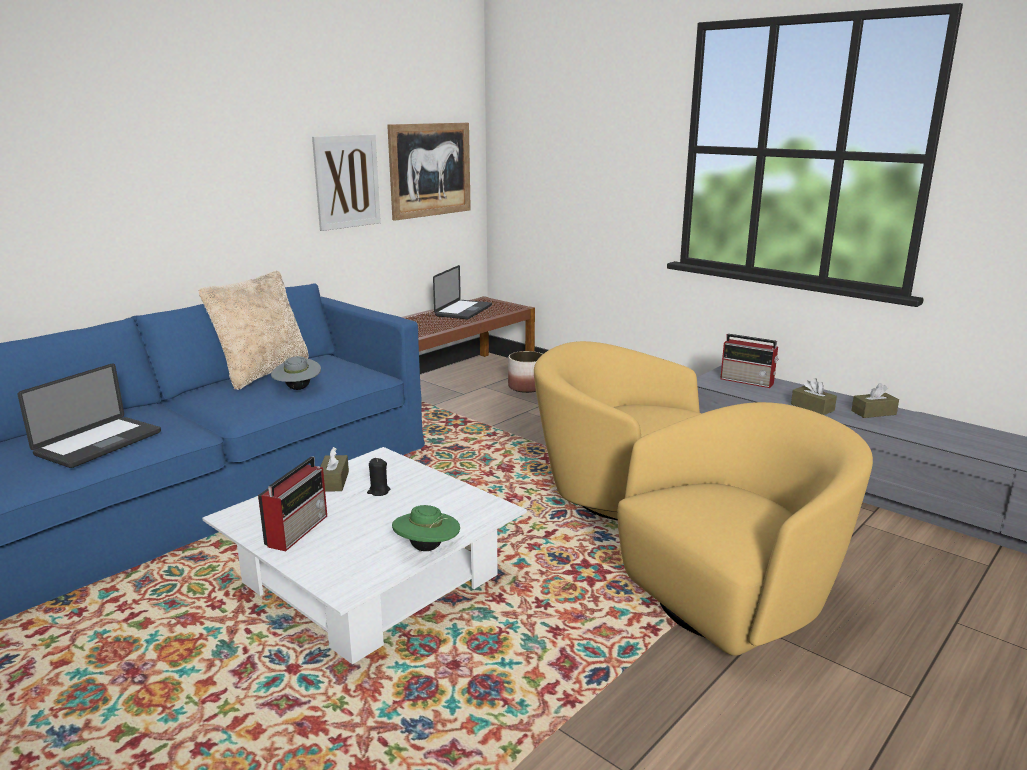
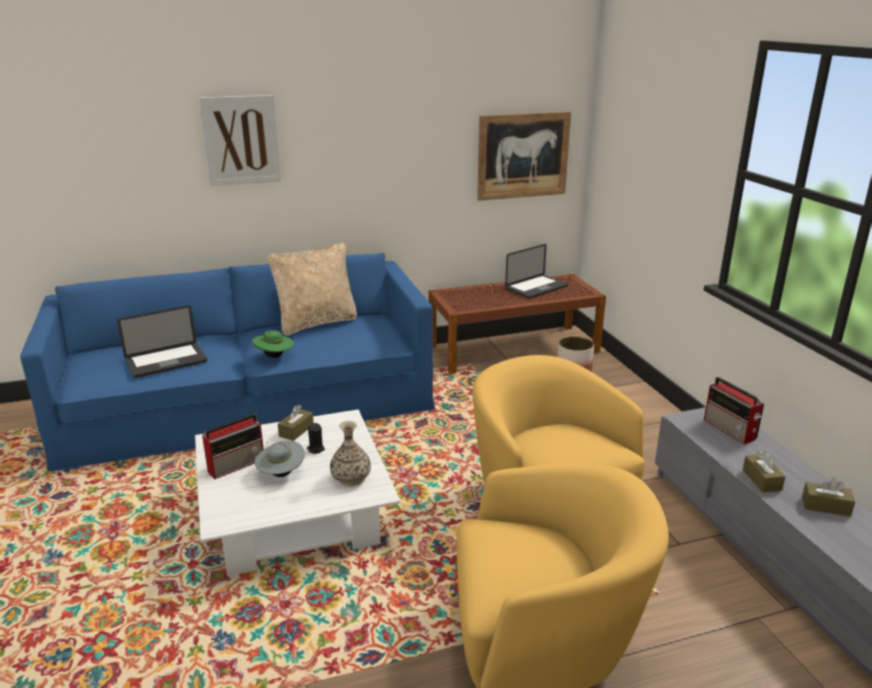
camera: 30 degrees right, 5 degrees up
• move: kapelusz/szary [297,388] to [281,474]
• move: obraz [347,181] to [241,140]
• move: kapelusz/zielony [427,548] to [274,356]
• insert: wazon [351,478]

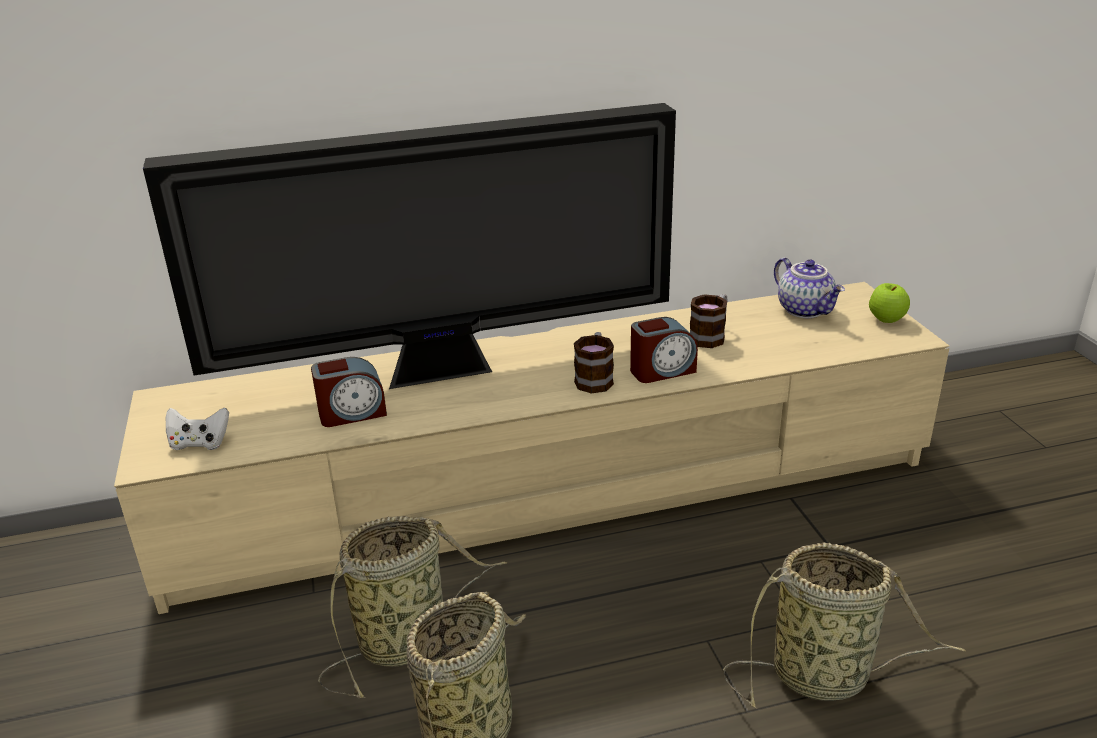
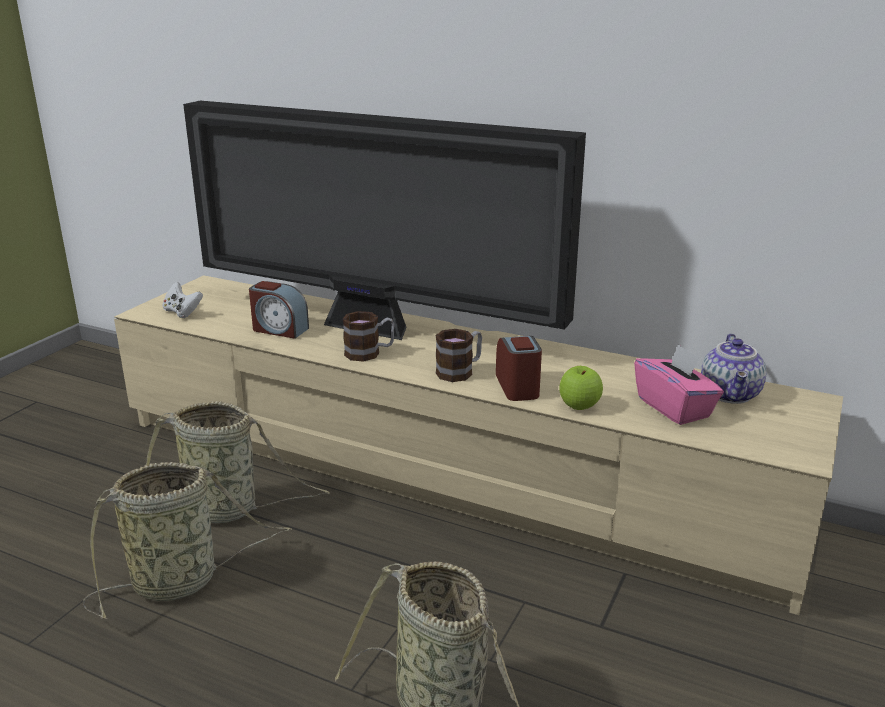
camera: 40 degrees right, 5 degrees down
• rotate: budzik [662,371] = [518,386] 120 degrees counterclockwise
• move: kubek [710,336] to [369,353]
• move: jabłko [886,320] to [579,406]
• insert: pudełko chusteczek/różowy [674,408]

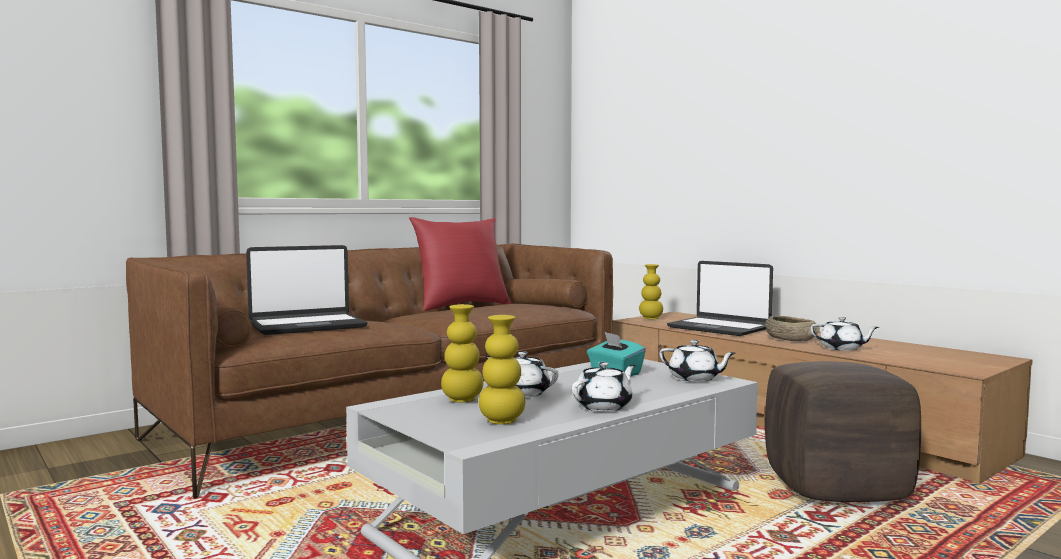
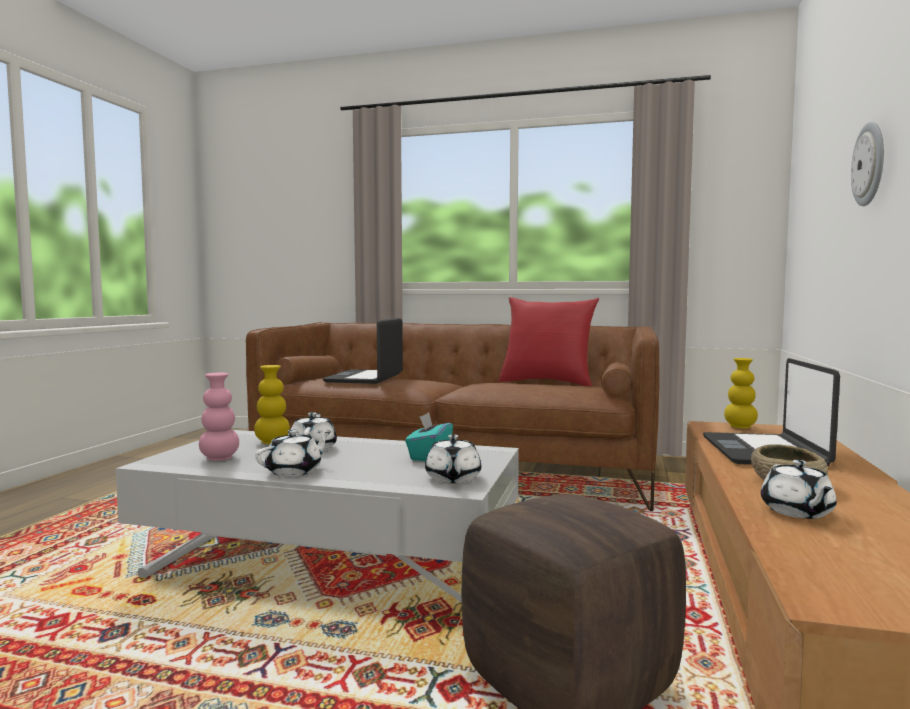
camera: 55 degrees right, 0 degrees up
• rotate: laptop [307,326] = [365,378] 75 degrees clockwise
• recolor: wazon/żółty [502,421] to wazon/różowy [219,458]
• rotate: imbryk/biały [604,406] = [295,471] 60 degrees counterclockwise
• insert: zegar ścienny [870,164]

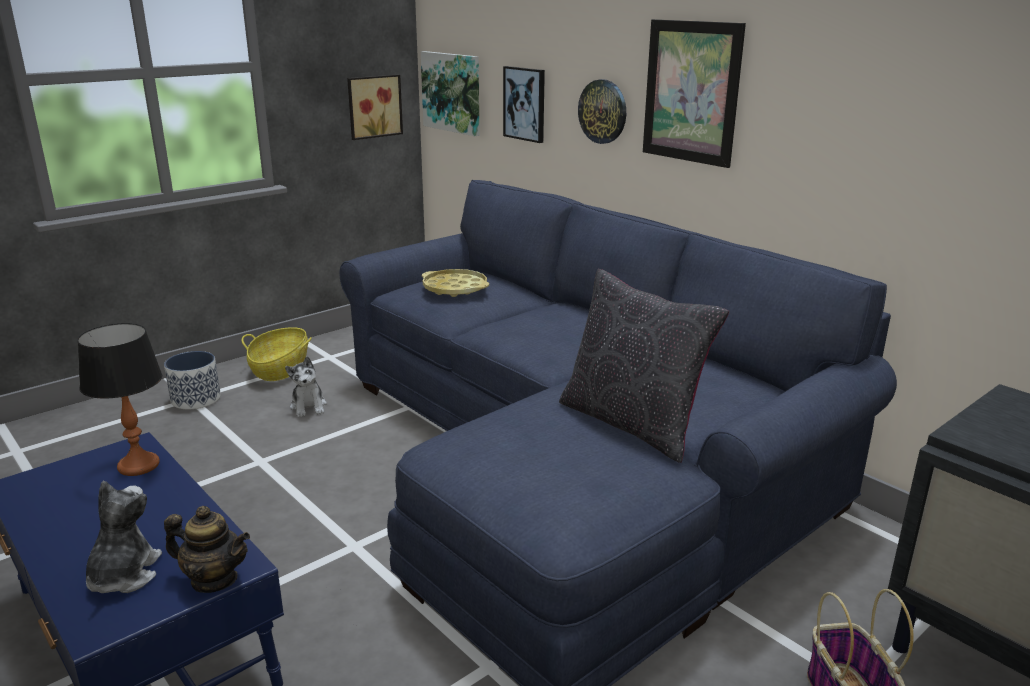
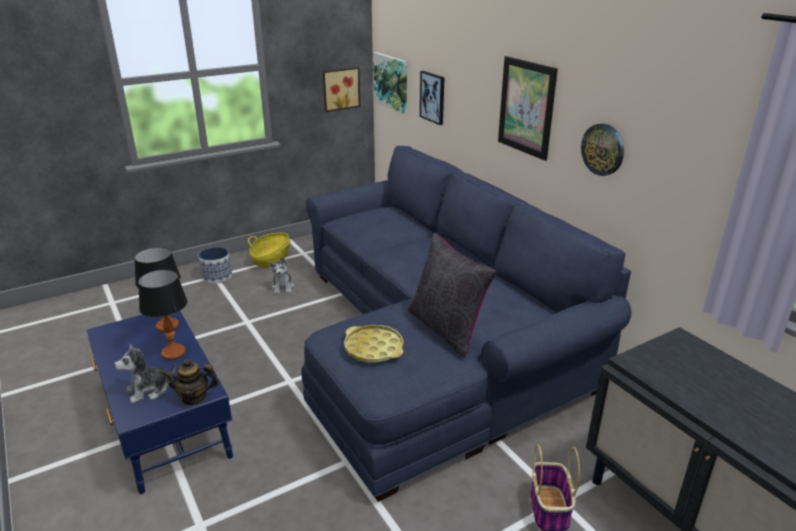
camera: 10 degrees right, 5 degrees up
• rotate: pluszak [123,575] = [149,390] 135 degrees counterclockwise
• rotate: imbryk [214,579] = [194,398] 150 degrees clockwise
• move: taca/żółty [455,288] to [373,348]
• move: zegar ścienny [603,111] to [603,149]
• insert: lampa stołowa [173,353]

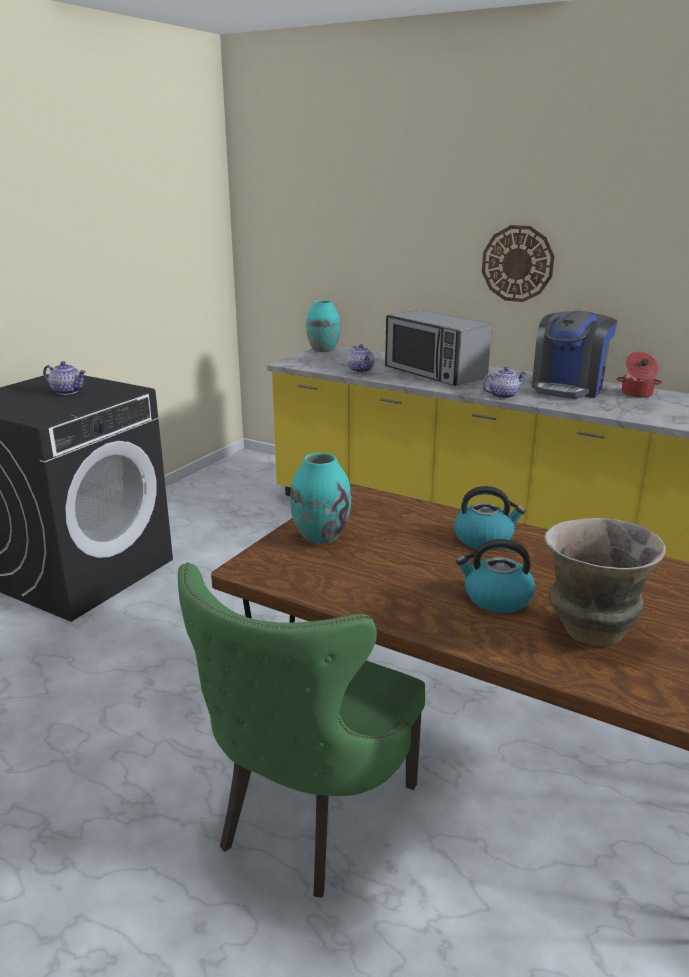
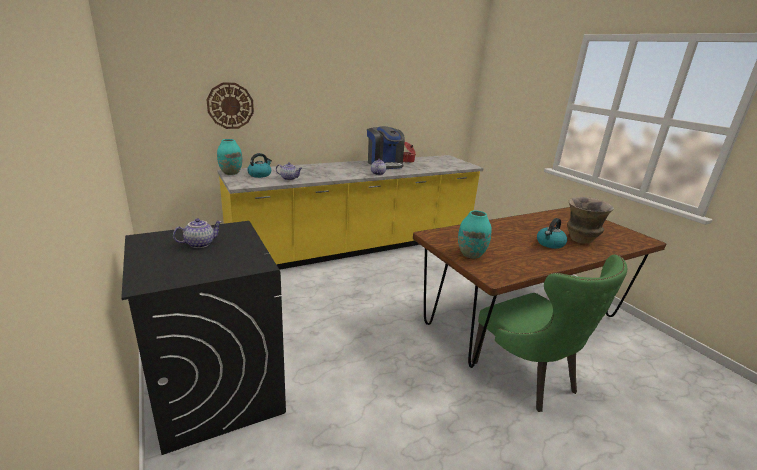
camera: 60 degrees left, 0 degrees up
• delete: mikrofalówka [434,373]
• move: czajnik [484,538] to [260,175]
• move: zegar ścienny [517,263] to [230,106]

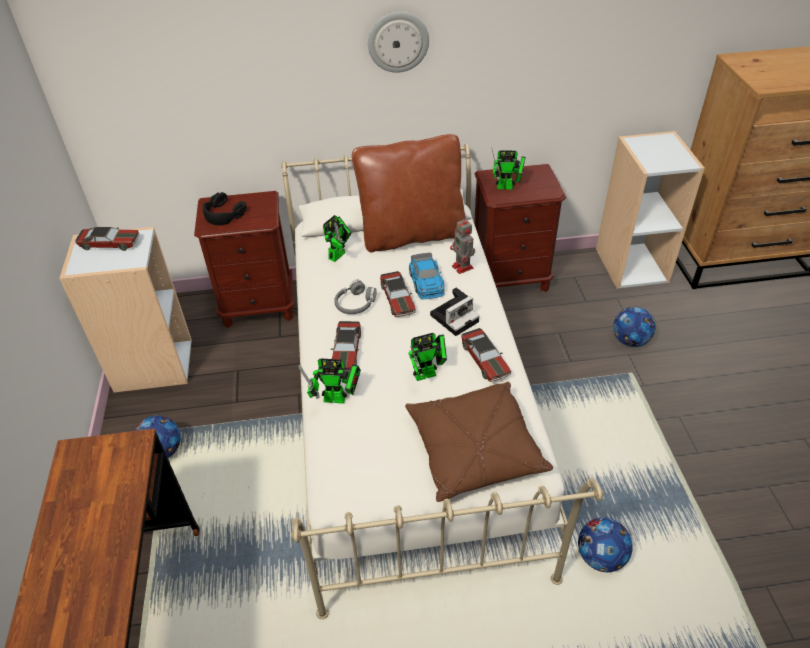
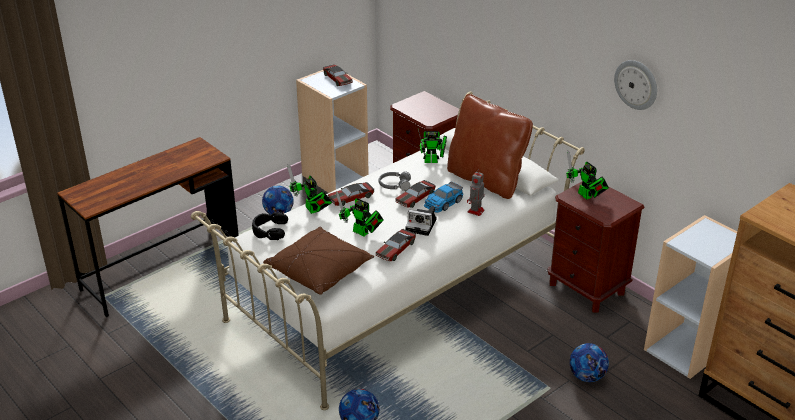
camera: 55 degrees right, 10 degrees down
• move: słuchawki/czarny [223,214] to [269,230]
• move: zegar ścienny [398,42] to [636,84]

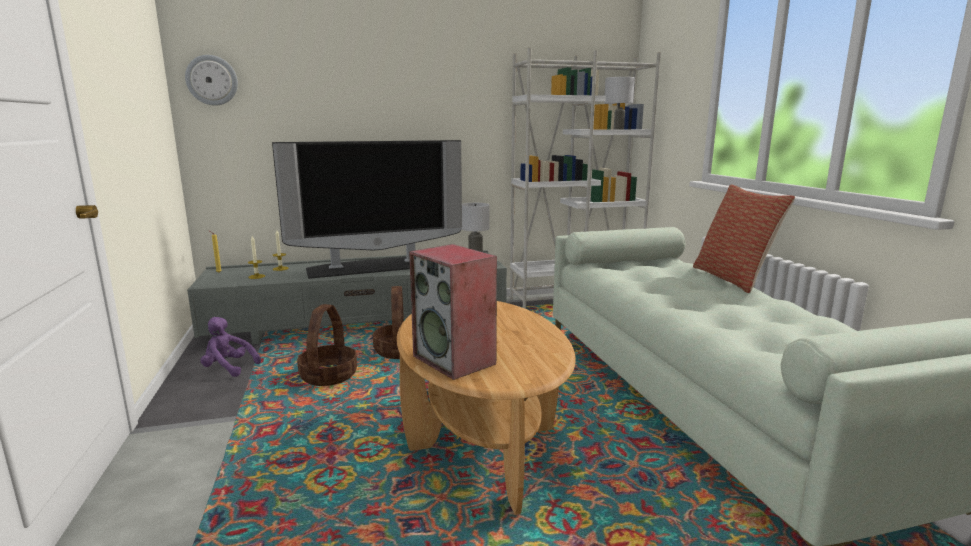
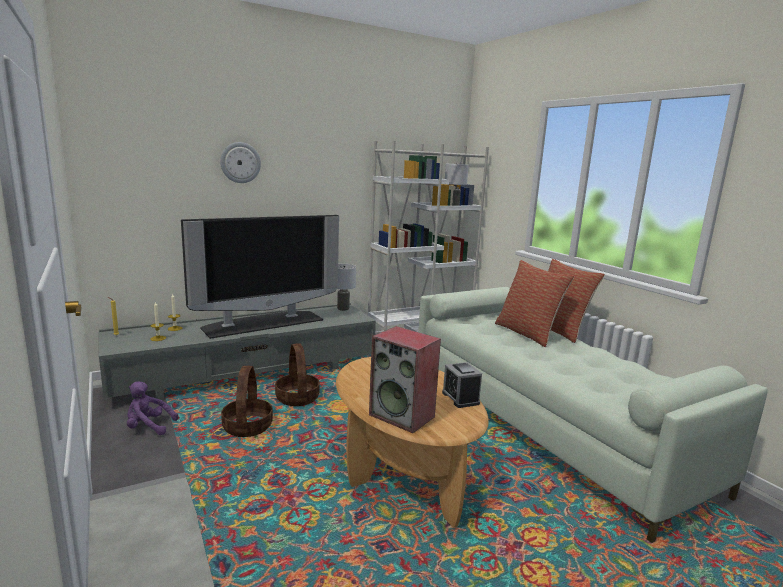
camera: 15 degrees left, 0 degrees up
• move: zegar ścienny [212,80] to [240,162]
• insert: budzik [460,398]
• insert: poduszka [527,333]

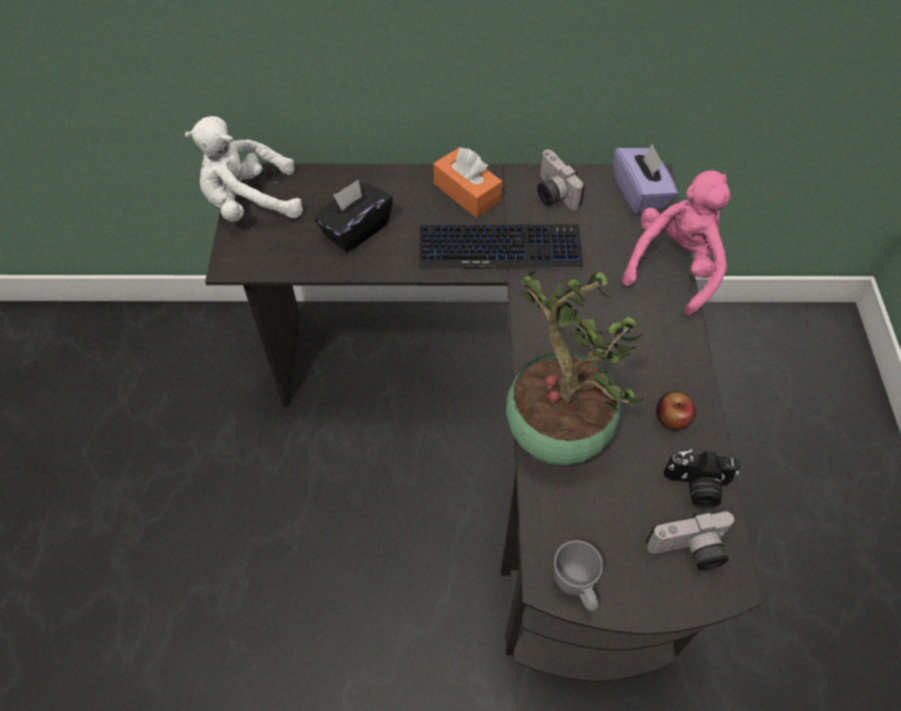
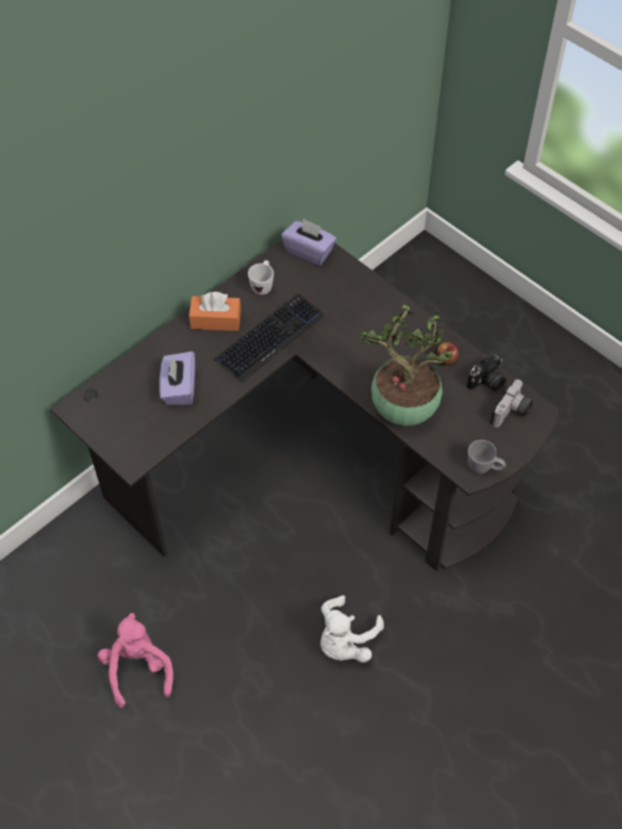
camera: 45 degrees left, 0 degrees up
• move: pluszak/biały [249,203] to [345,641]
• recolor: pudełko chusteczek/czarny [355,229] to pudełko chusteczek/fioletowy [179,389]
• replace: aparat fotograficzny [552,193] to kubek/biały [263,286]
• move: pluszak/różowy [674,267] to [138,668]

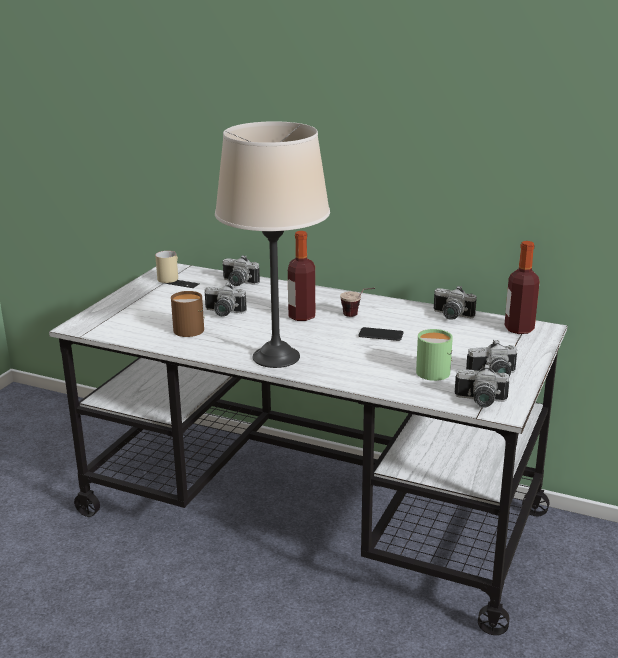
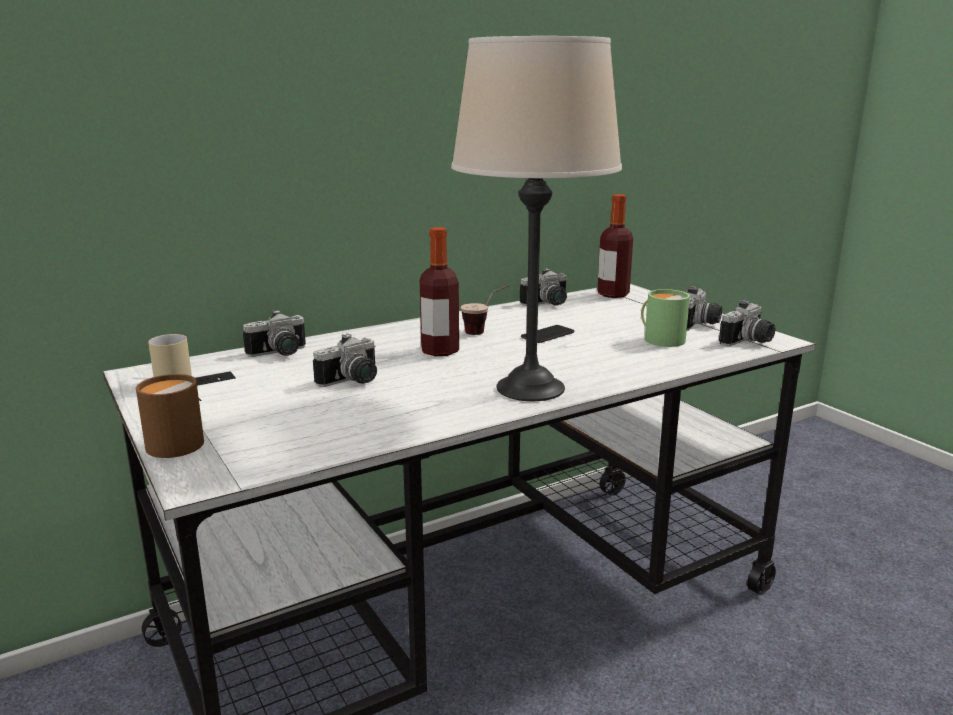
camera: 55 degrees left, 5 degrees down
• move: kubek/brązowy [189,328] to [171,443]

